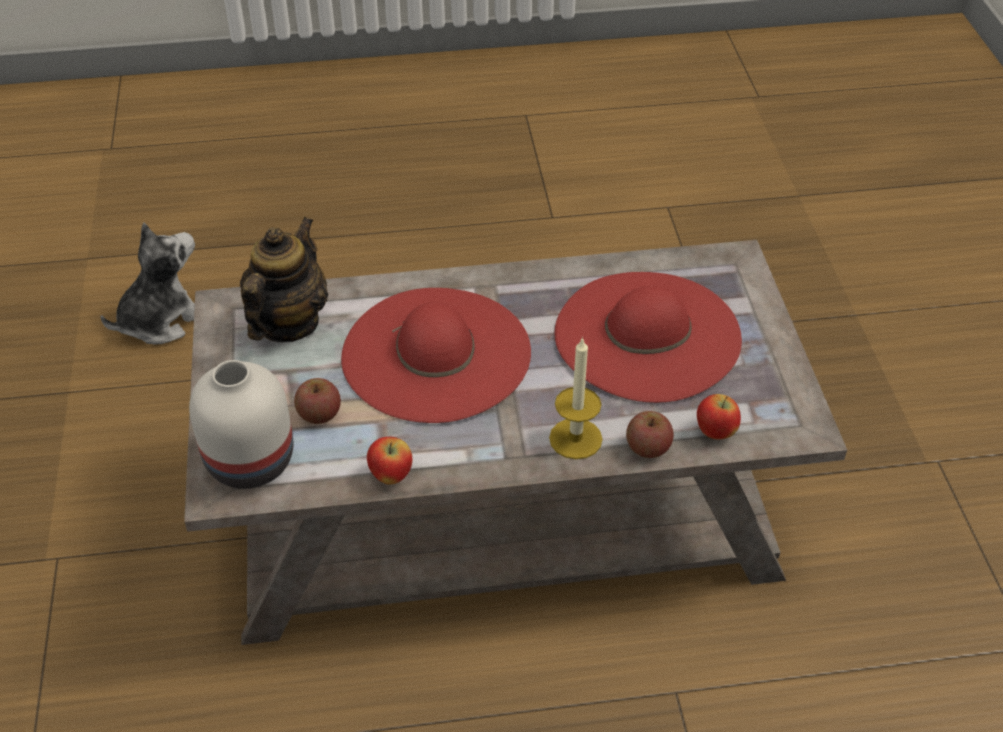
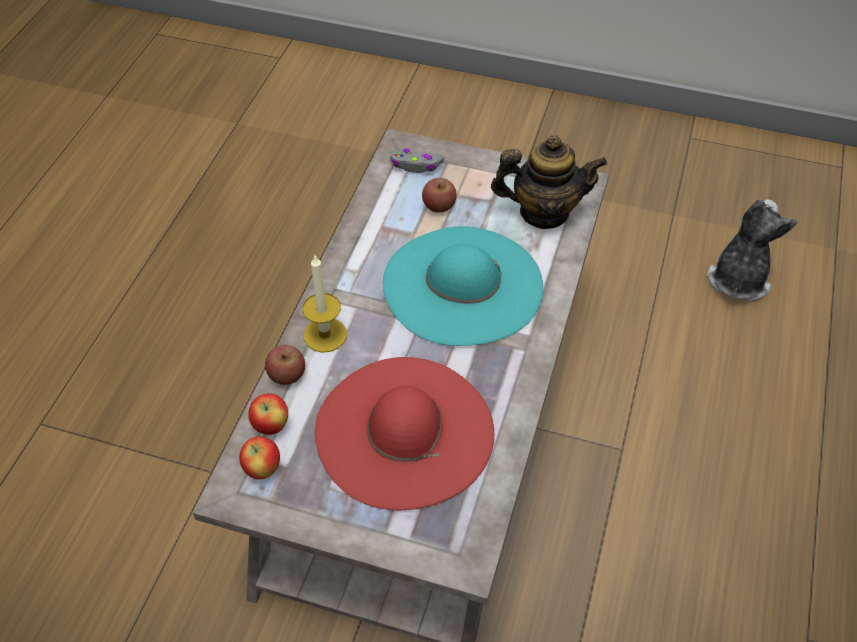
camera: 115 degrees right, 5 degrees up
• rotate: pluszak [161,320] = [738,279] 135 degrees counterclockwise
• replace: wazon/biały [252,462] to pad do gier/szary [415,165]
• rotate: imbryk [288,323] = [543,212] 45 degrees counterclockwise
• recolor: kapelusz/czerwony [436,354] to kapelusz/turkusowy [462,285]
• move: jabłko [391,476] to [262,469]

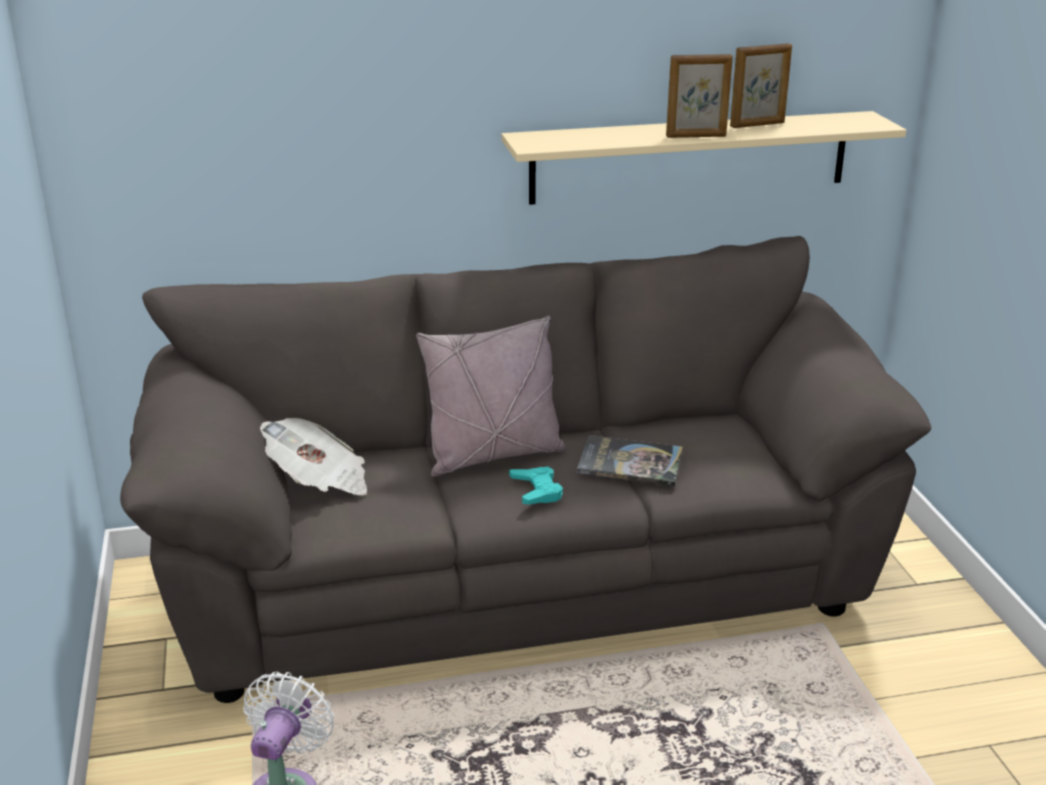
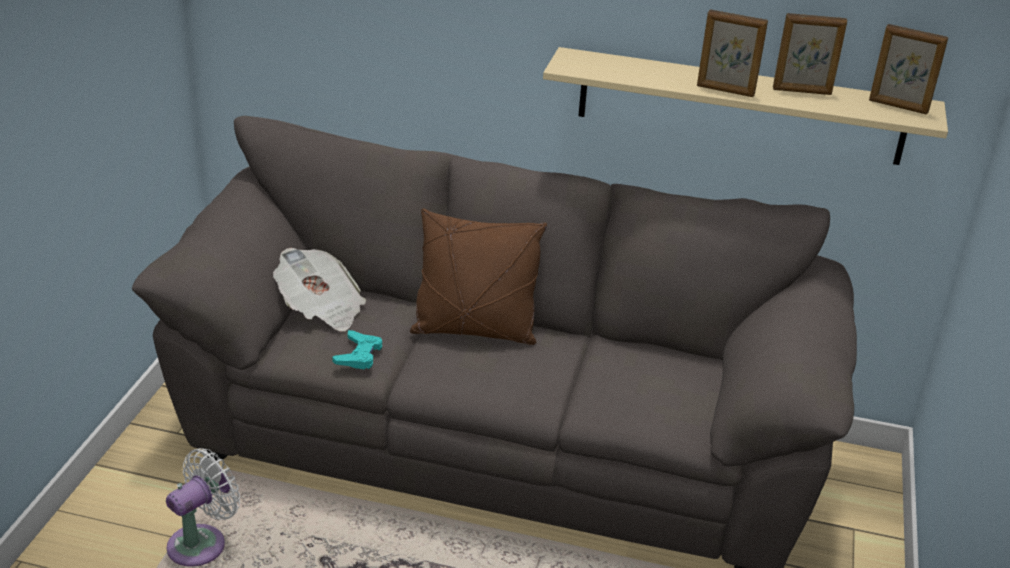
camera: 25 degrees right, 5 degrees up
• recolor: poduszka/fioletowy [493,456] to poduszka/brązowy [474,331]
• move: pad do gier/turkusowy [536,490] to [359,355]
• delete: książka [630,462]
• insert: ramka na zdjęcie [898,106]

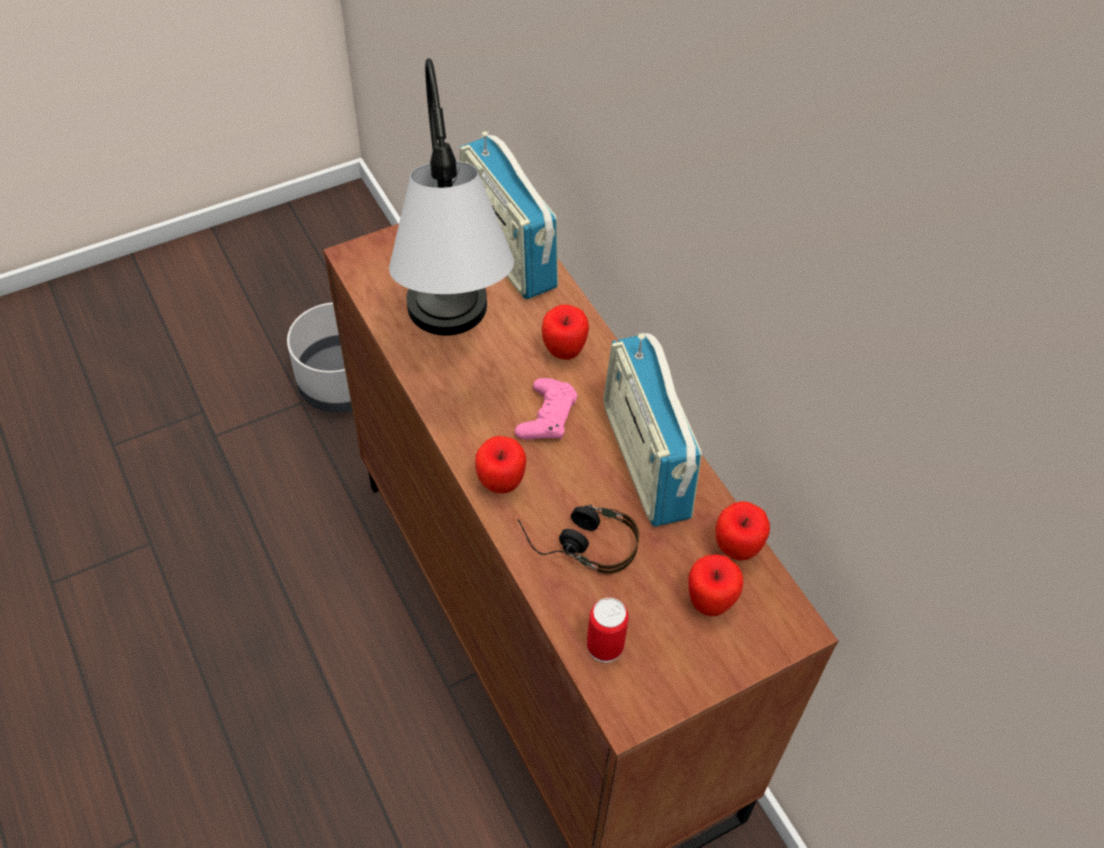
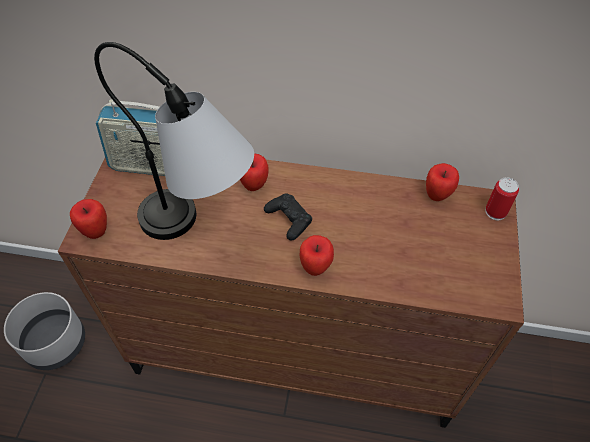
camera: 50 degrees left, 0 degrees up
• recolor: pad do gier/różowy [547,416] to pad do gier/czarny [289,219]
• delete: słuchawki [579,542]
• move: puszka [605,646] to [495,212]
• delete: radio [645,461]
• move: jabłko [709,603] to [96,231]

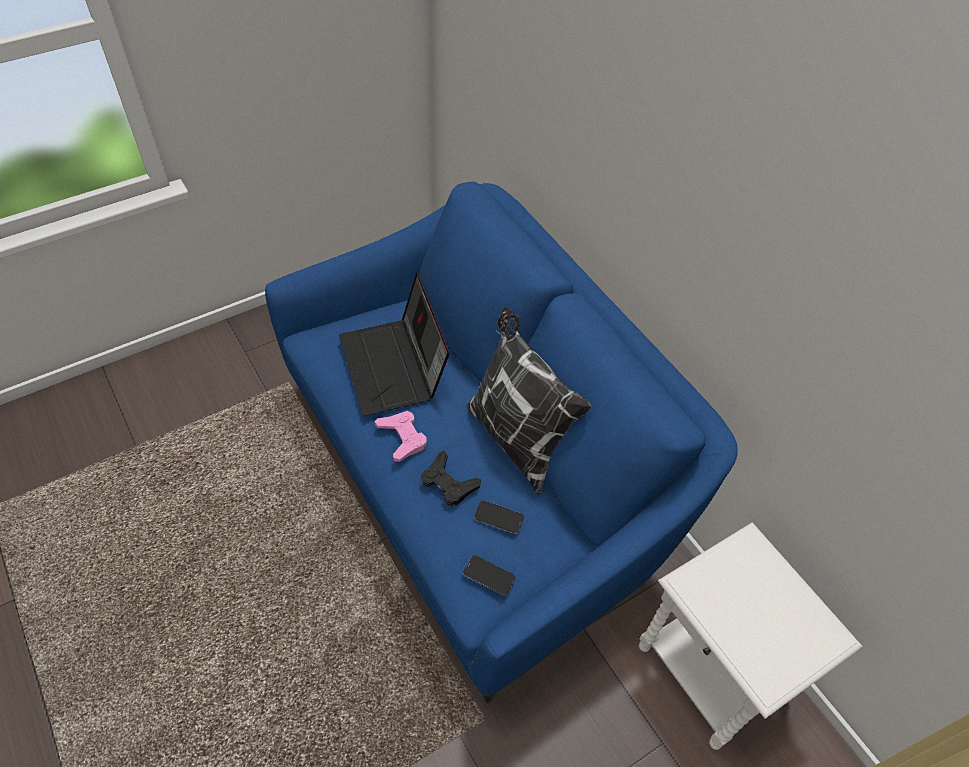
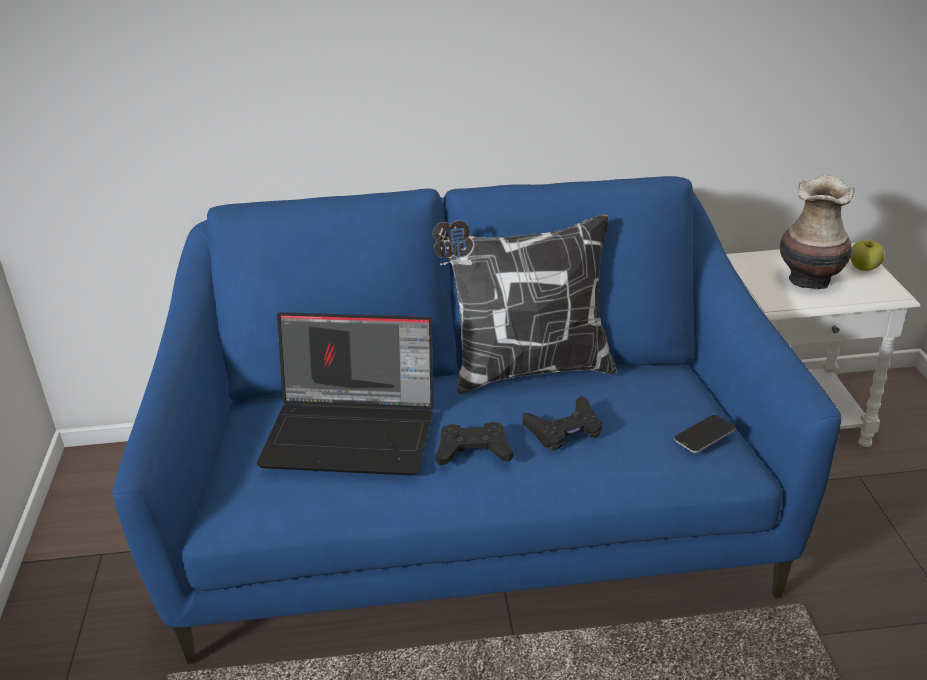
camera: 60 degrees left, 20 degrees down
• recolor: pad do gier/różowy [402,438] to pad do gier/czarny [473,451]
• delete: telefon [499,517]
• insert: wazon [810,279]
• insert: jabłko [864,268]

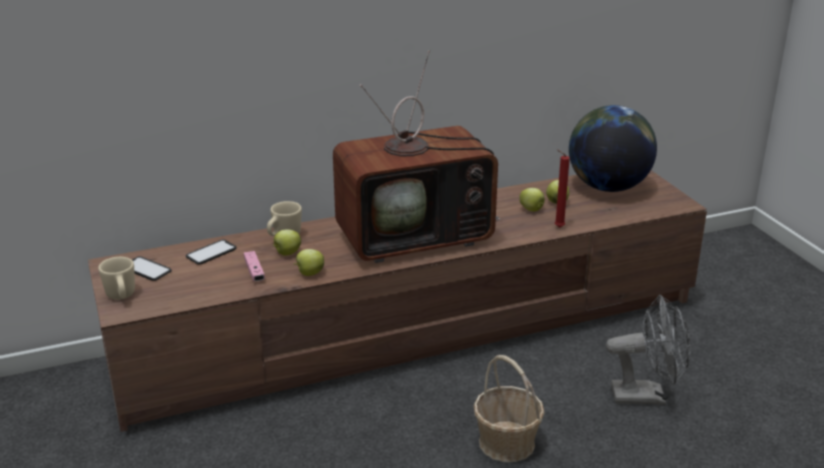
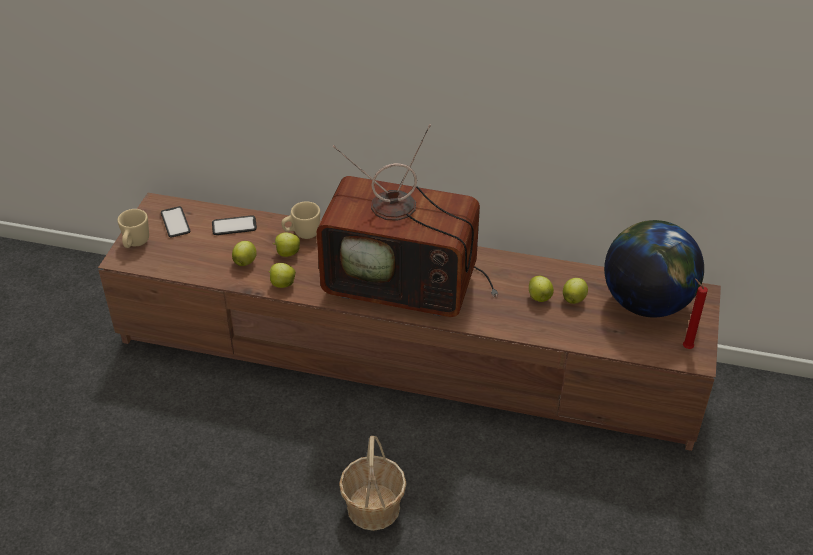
camera: 35 degrees right, 15 degrees up
• replace: pad do gier/różowy [254,271] to jabłko [245,262]
• move: świeca/czerwony [557,227] to [685,347]
• delete: wentylator/szary [647,395]

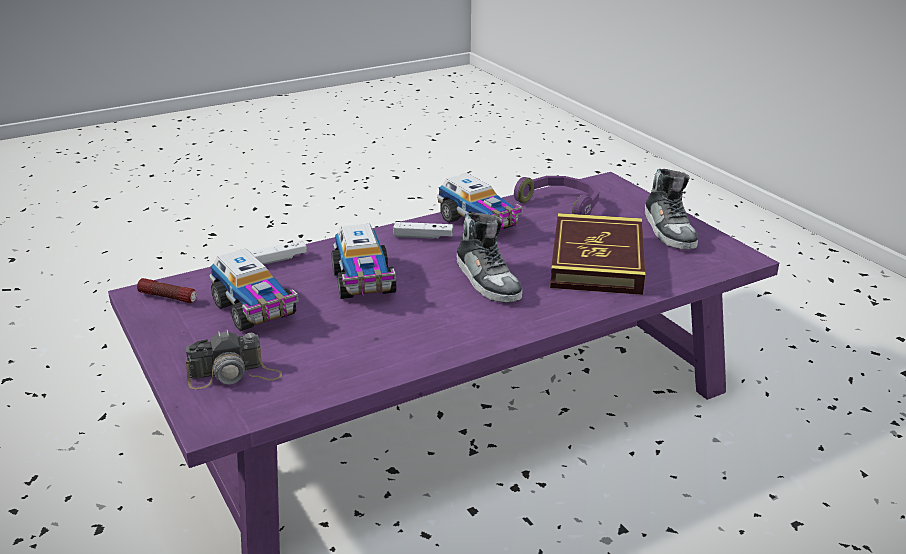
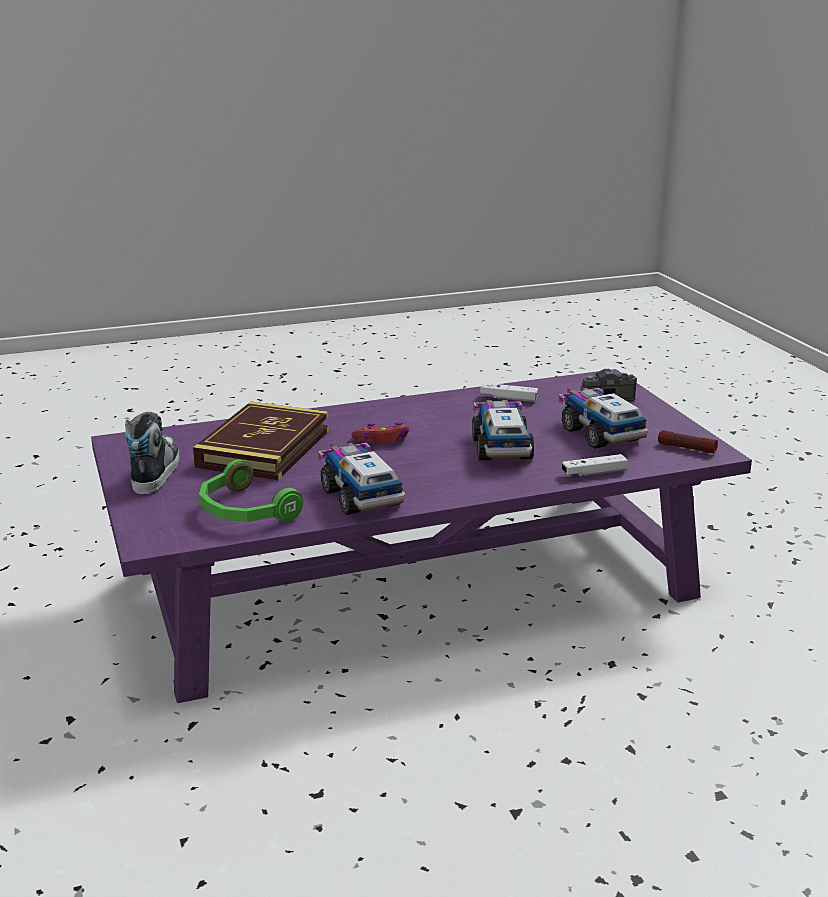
camera: 170 degrees left, 5 degrees down
• move: pad do gier/biały [423,237] to [508,398]
• replace: but [488,280] to pad do gier/czerwony [382,440]
• recolor: słuchawki/fioletowy [561,205] to słuchawki/zielony [243,511]

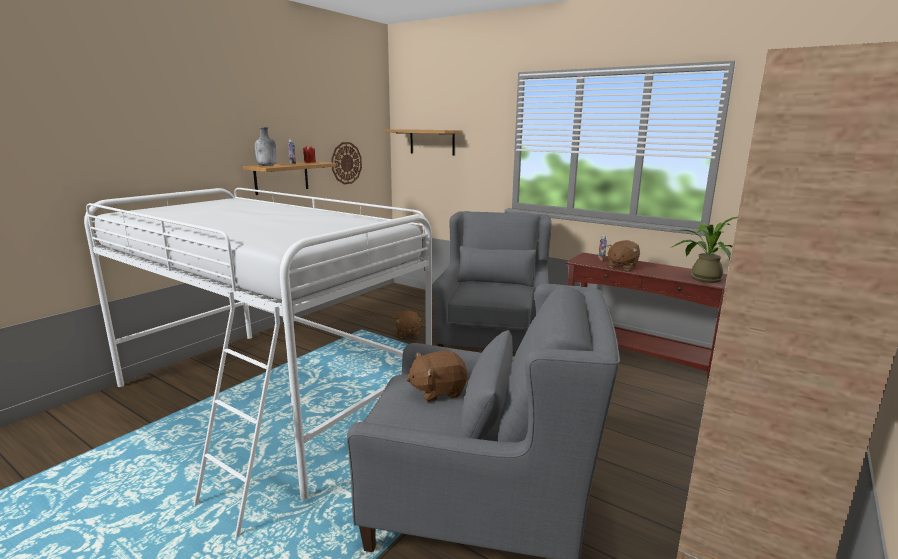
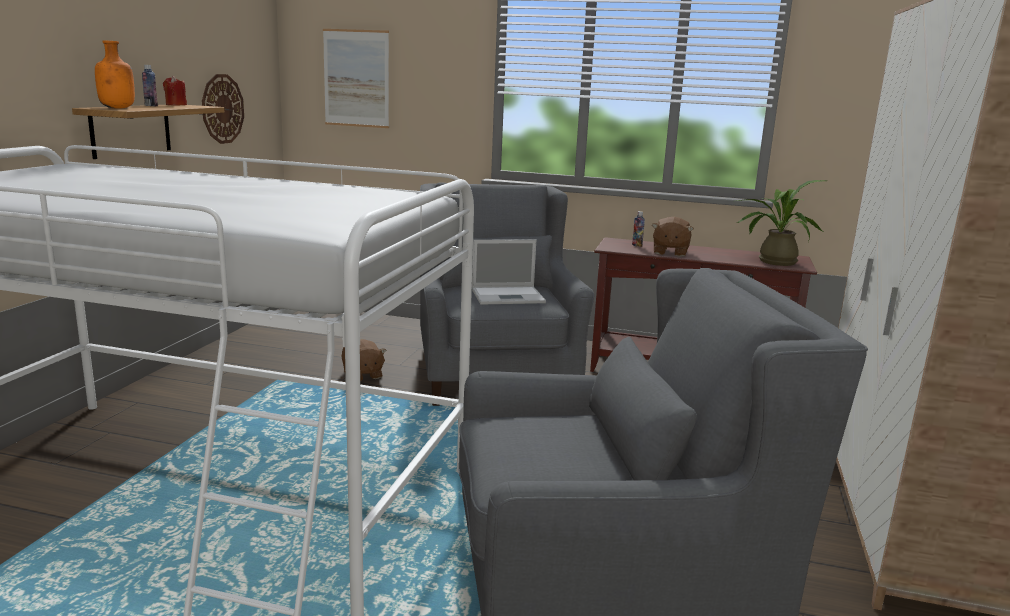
camera: 20 degrees left, 0 degrees up
• recolor: butelka/szary [267,165] to butelka/pomarańczowy [118,108]
• replace: półka [432,142] to obraz [356,78]
• delete: pluszak/brązowy [438,391]
• insert: laptop [509,296]

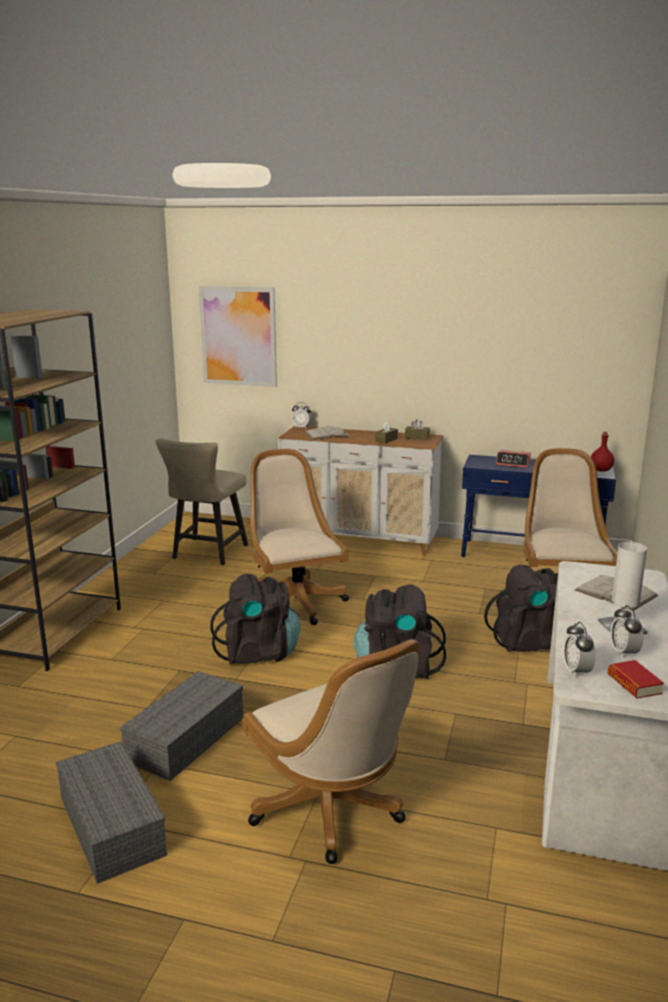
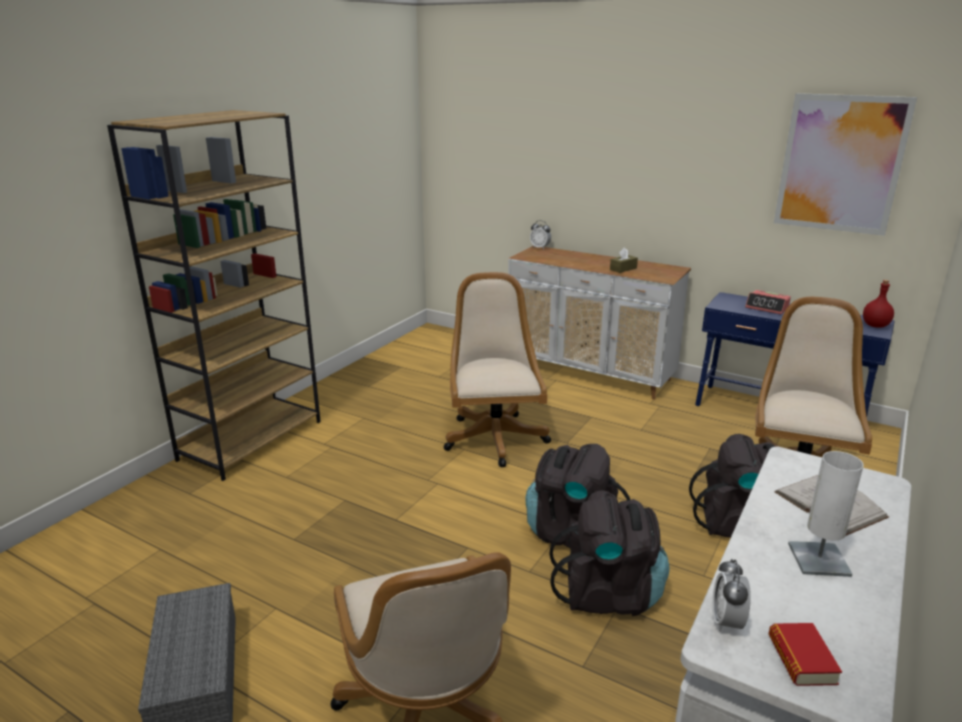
camera: 15 degrees right, 5 degrees up
• delete: pojemnik do przechowywania/szary [186,737]
• delete: krzesło/beżowy [207,554]
• move: obraz [238,336] to [840,164]
• move: plecak/czarny [258,652] to [608,594]
• delete: książka/biały [327,434]
• delete: pudełko chusteczek/brązowy [417,437]
• delete: budzik [624,653]

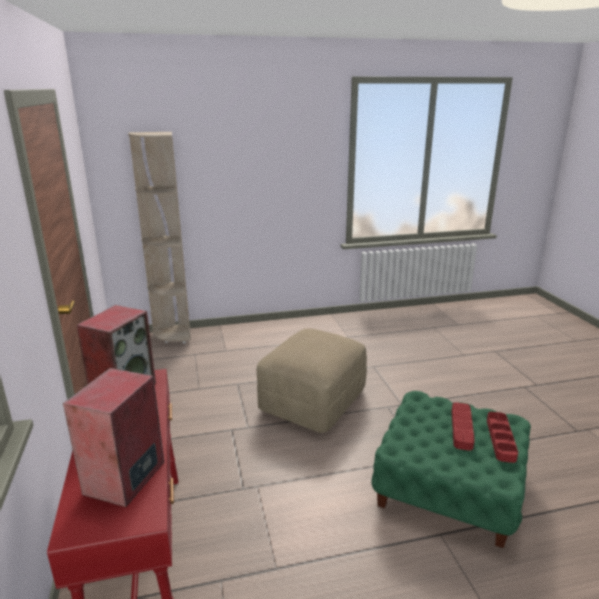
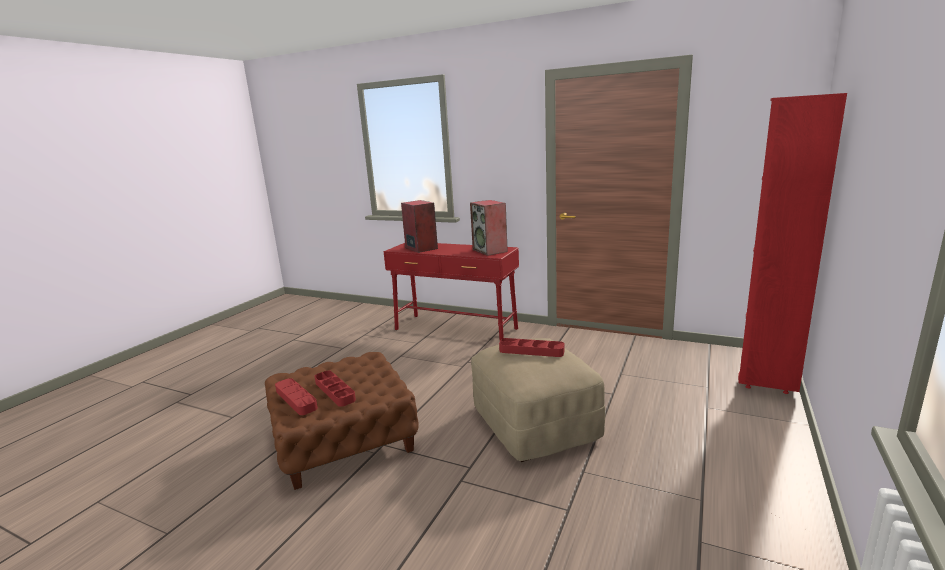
camera: 130 degrees right, 5 degrees down
• recolor: regał/beżowy [173,338] to regał/czerwony [767,383]
• recolor: pufa/zielony [449,486] to pufa/brązowy [344,438]
• insert: taca/czerwony [531,351]

